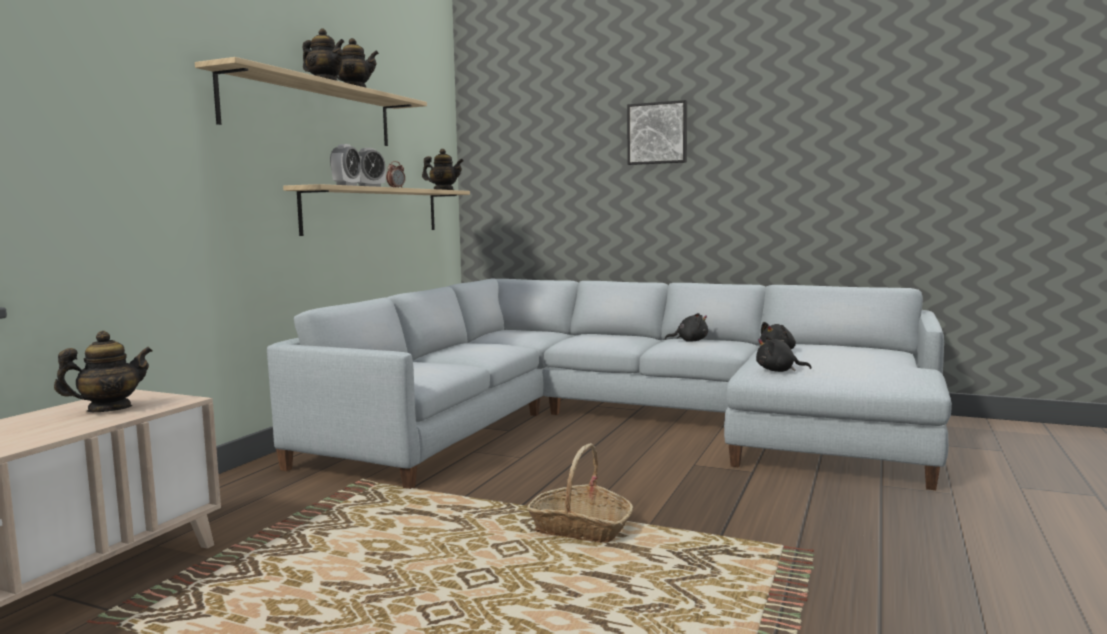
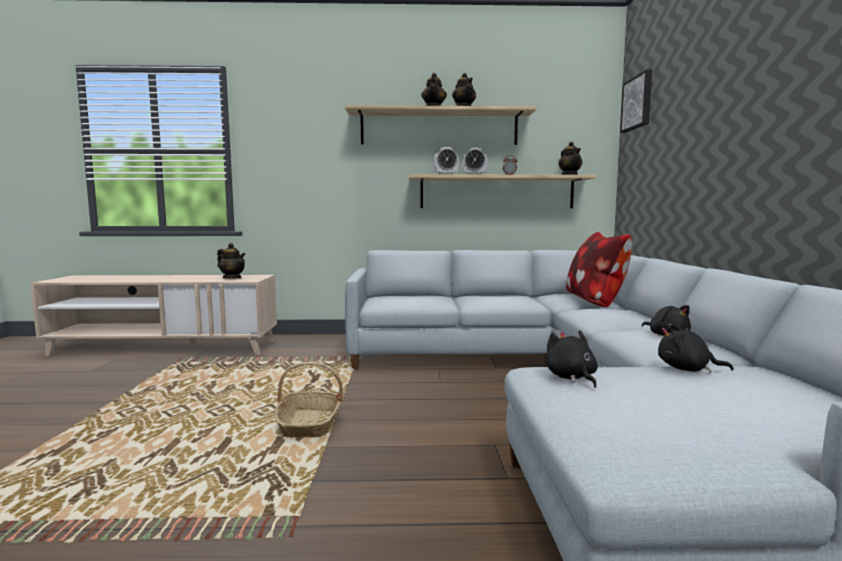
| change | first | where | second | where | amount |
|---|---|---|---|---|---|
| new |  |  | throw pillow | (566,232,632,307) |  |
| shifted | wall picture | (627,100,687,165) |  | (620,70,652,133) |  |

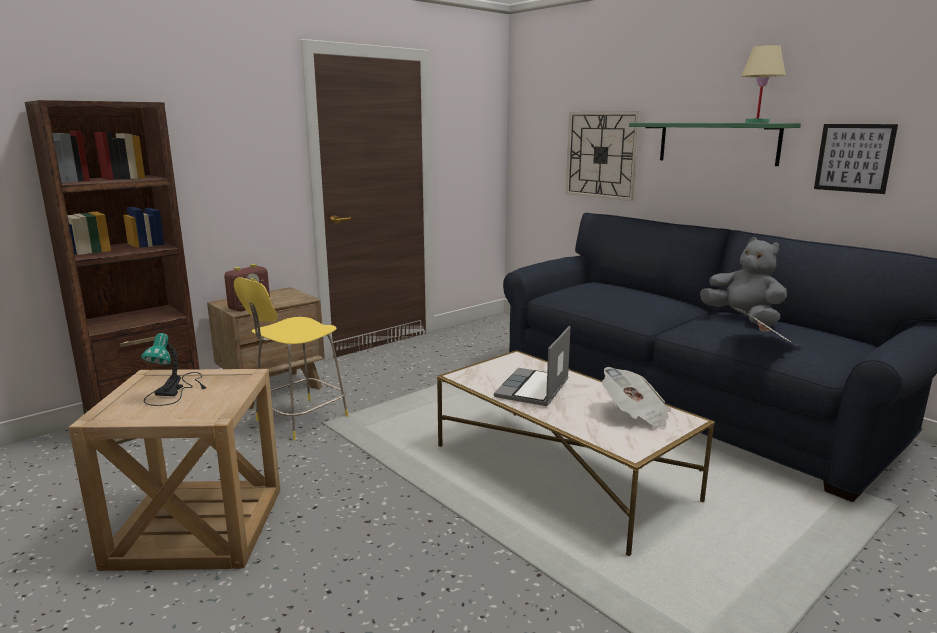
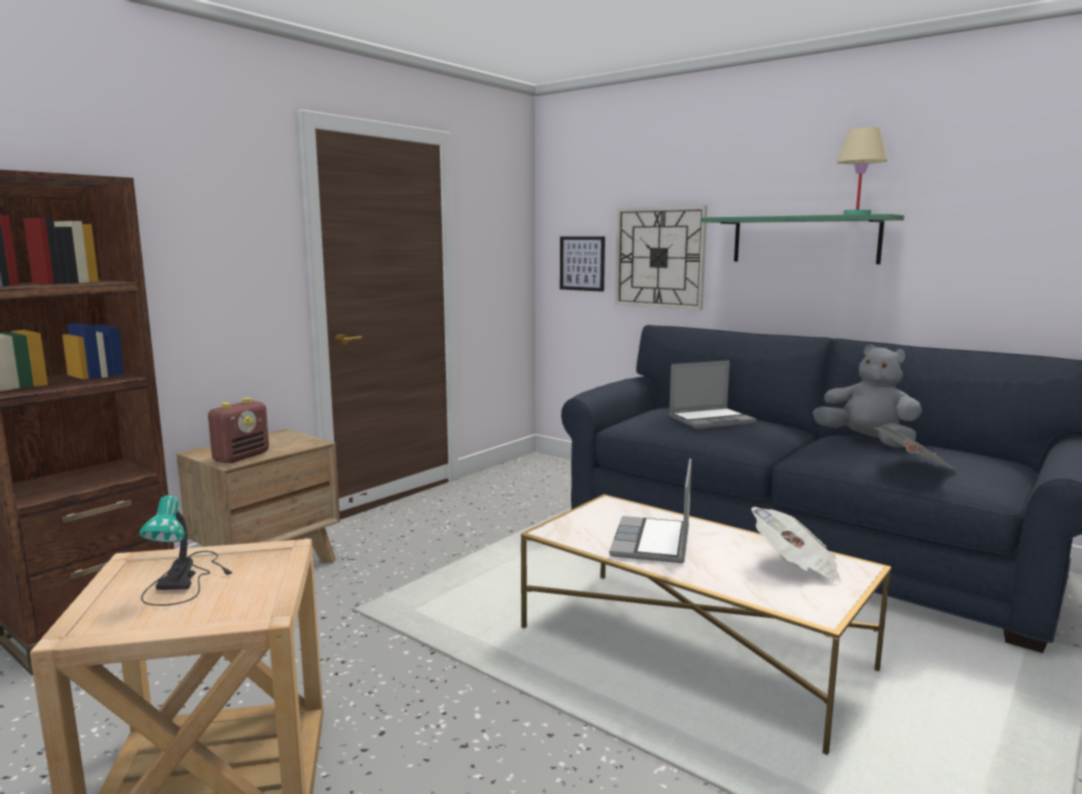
| change | first | where | second | where | amount |
|---|---|---|---|---|---|
| shifted | wall picture | (814,124,898,194) |  | (560,236,605,292) |  |
| new |  |  | portable computer | (669,360,756,429) |  |
| gone | yellowish stool | (234,277,348,440) |  |  |  |

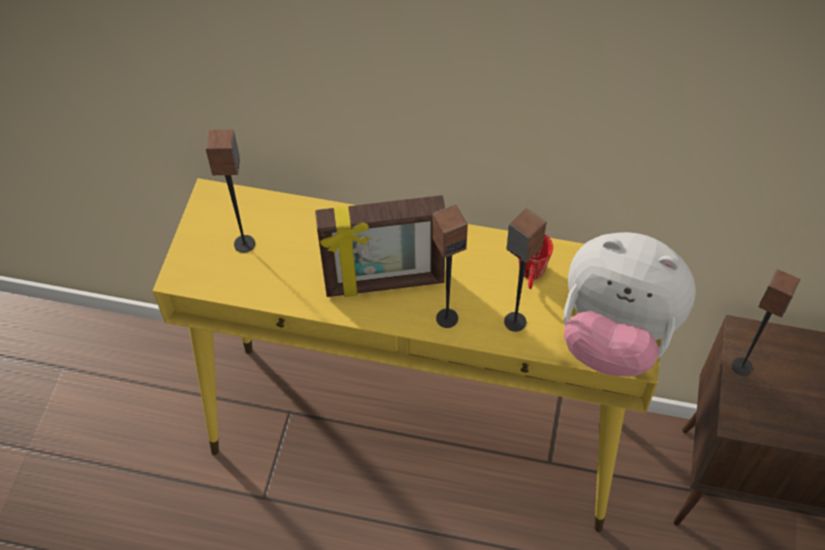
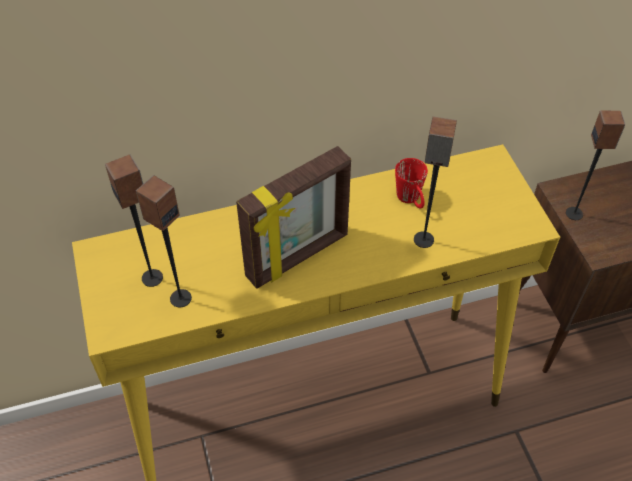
| change | first | where | second | where | amount |
|---|---|---|---|---|---|
| shifted | audio speaker | (432,204,468,328) |  | (136,175,192,308) |  |
| gone | plush toy | (564,232,696,377) |  |  |  |

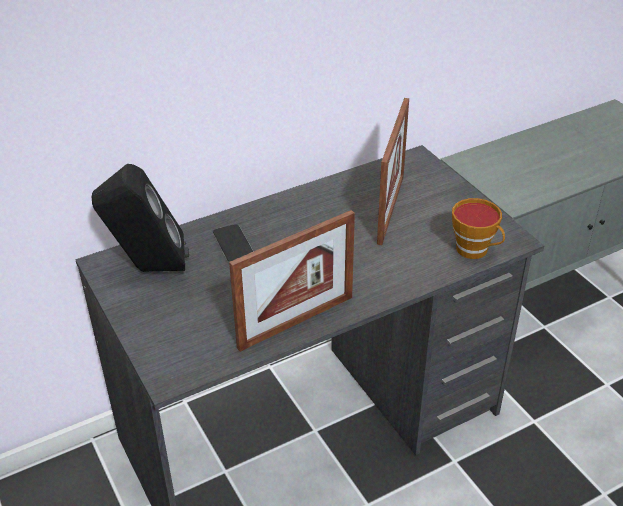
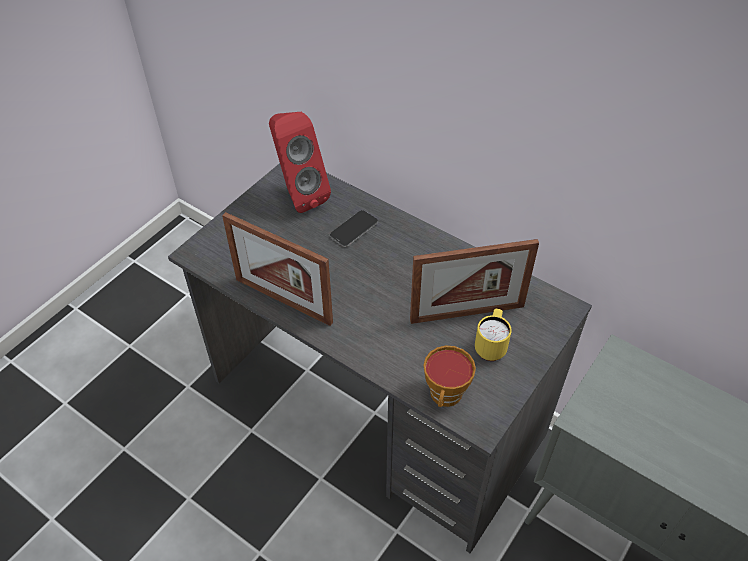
| change | first | where | second | where | amount |
|---|---|---|---|---|---|
| repainted | black-coloured audio speaker | (92,164,189,272) | red audio speaker | (269,112,331,213) |  |
| new |  |  | yellowish coffee mug | (475,309,512,361) |  |

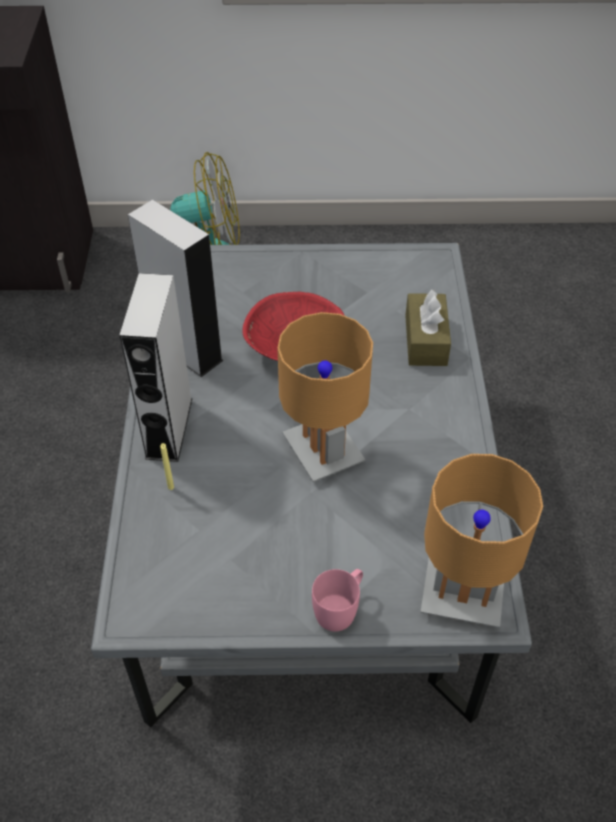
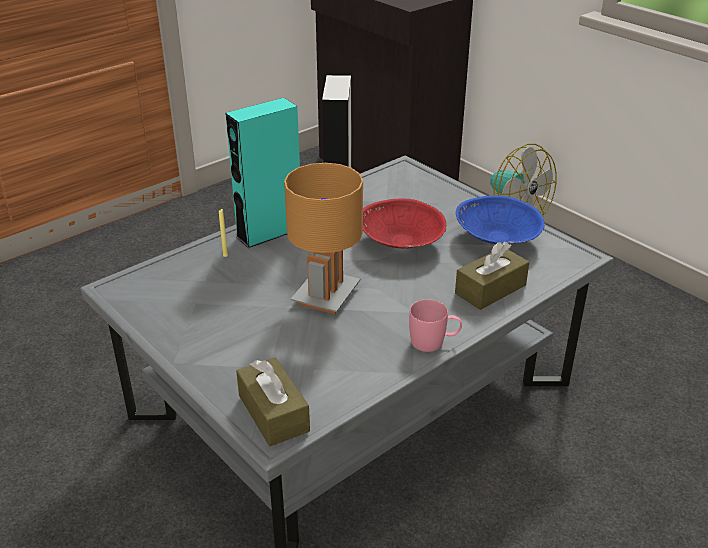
| change | first | where | second | where | amount |
|---|---|---|---|---|---|
| repainted | grey audio speaker | (119,273,192,462) | blue-green audio speaker | (226,98,300,248) |  |
| swapped | brown-coloured table lamp | (420,454,543,628) | brown-coloured tissue box | (236,357,310,446) |  |
| shifted | pinkish coffee mug | (312,569,363,632) |  | (409,300,462,352) |  |
| new |  |  | bluish serving bowl | (456,195,545,244) |  |

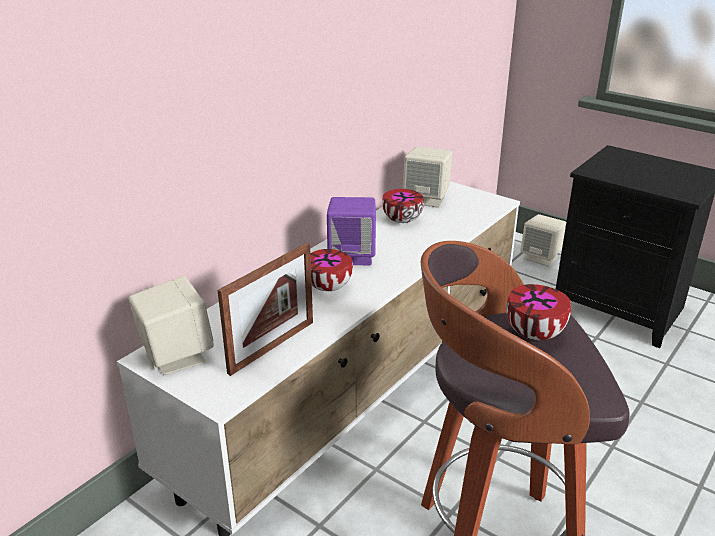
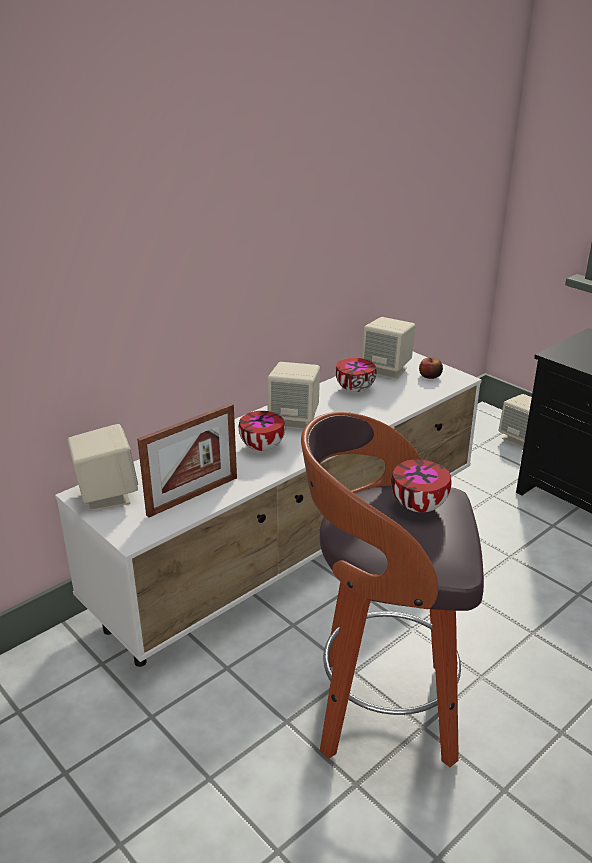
| change | first | where | second | where | amount |
|---|---|---|---|---|---|
| repainted | purple audio speaker | (327,197,376,265) | beige audio speaker | (267,362,320,430) |  |
| new |  |  | whole apple | (419,357,443,379) |  |

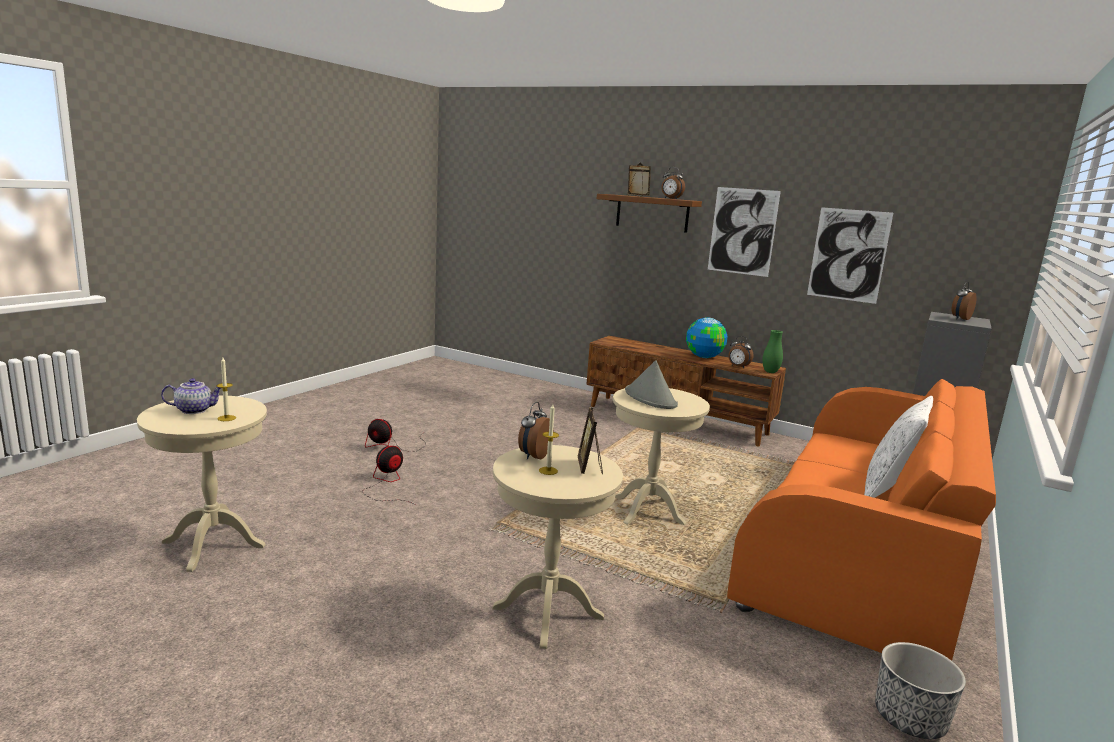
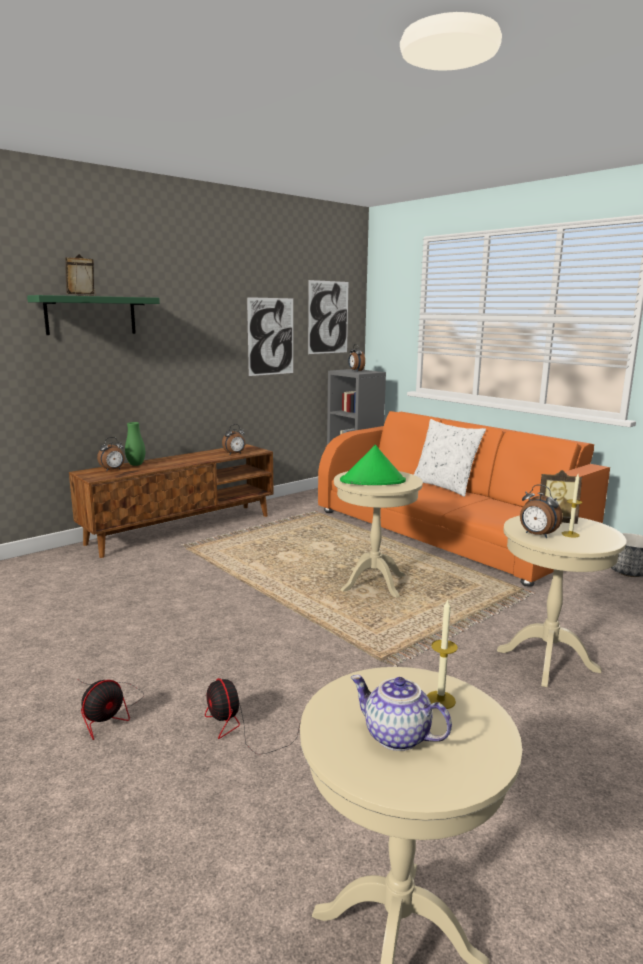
| change | first | where | second | where | amount |
|---|---|---|---|---|---|
| repainted | brown-coloured bracket shelf | (597,194,702,233) | green-coloured bracket shelf | (27,295,160,335) |  |
| shifted | alarm clock | (662,167,685,199) |  | (97,437,124,471) |  |
| shifted | green-coloured flower vase | (762,330,783,373) |  | (125,422,145,466) |  |
| shifted | wall picture | (708,187,781,277) |  | (308,280,348,354) |  |
| repainted | grey clothing hat | (625,360,678,409) | green-coloured clothing hat | (340,445,406,485) |  |
| rotated | pot for tea | (161,378,221,414) |  | (351,675,452,751) | 60 degrees counterclockwise |
| gone | desk globe | (686,317,728,358) |  |  |  |

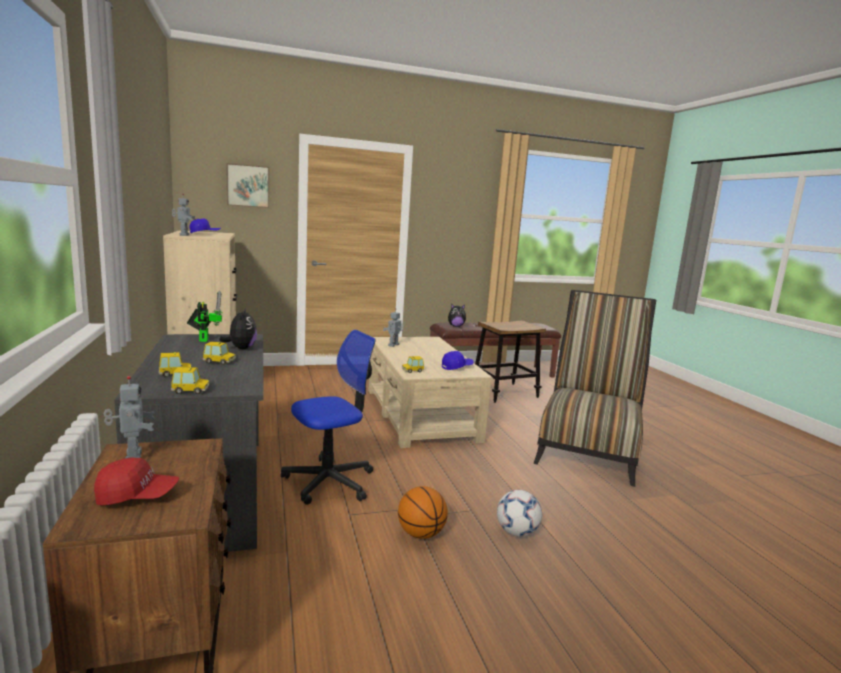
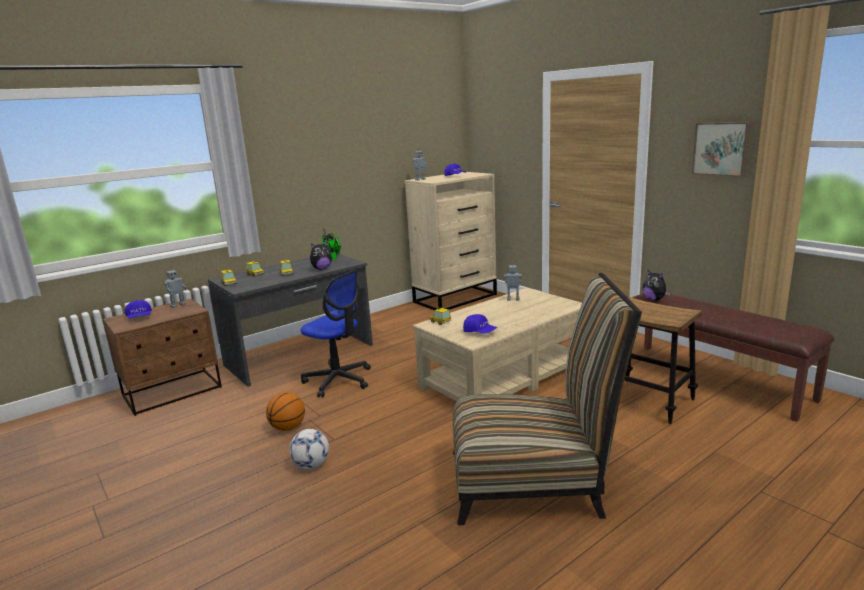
| change | first | where | second | where | amount |
|---|---|---|---|---|---|
| repainted | red peaked cap | (94,457,179,505) | bluish peaked cap | (125,300,152,319) |  |
| shifted | wall picture | (226,163,269,208) |  | (692,122,751,177) |  |

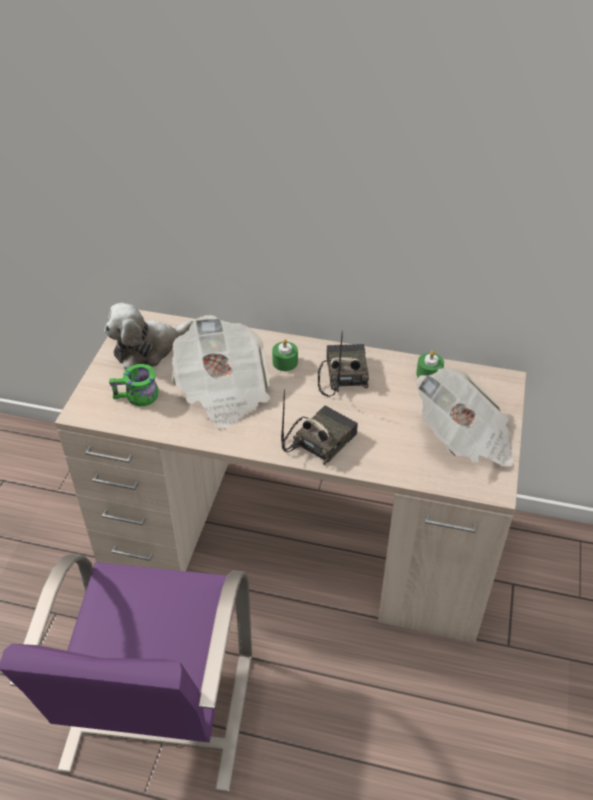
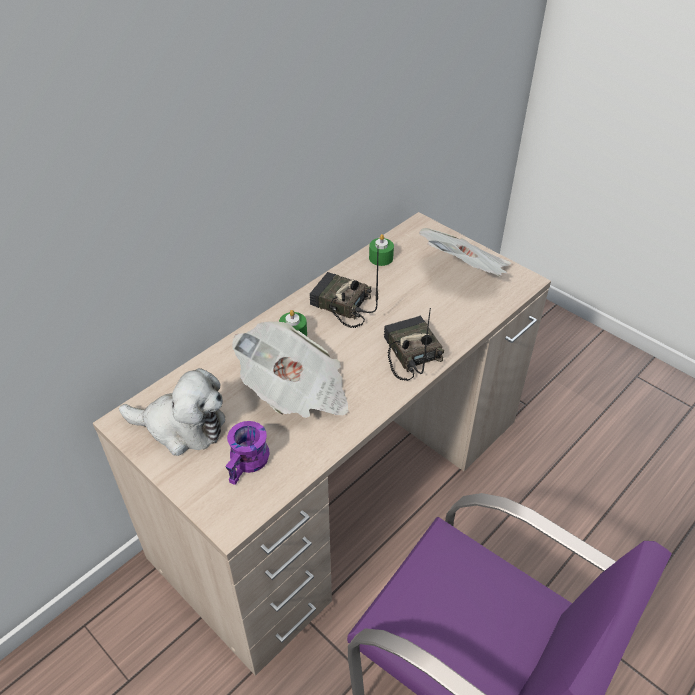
| change | first | where | second | where | amount |
|---|---|---|---|---|---|
| rotated | plush toy | (105,303,193,369) |  | (119,368,225,456) | 75 degrees counterclockwise |
| repainted | green-coloured coffee mug | (109,364,159,406) | purple coffee mug | (225,421,270,485) |  |

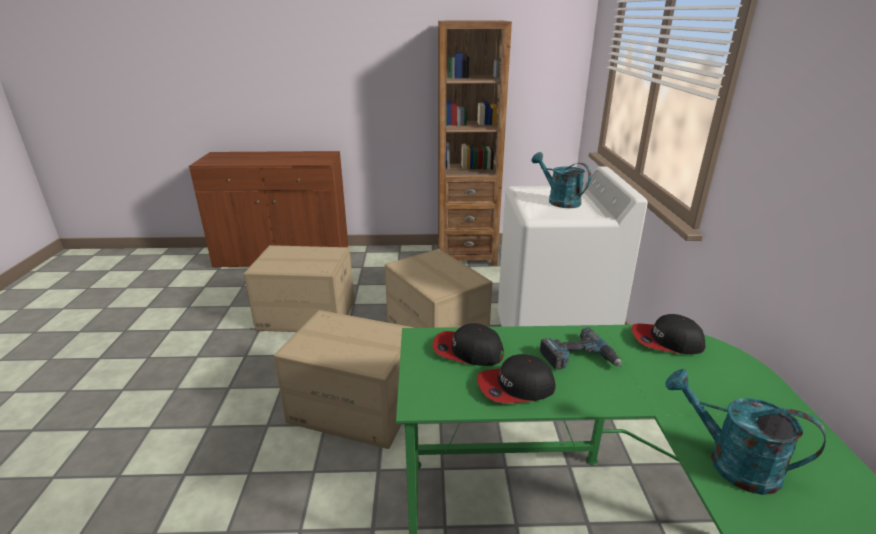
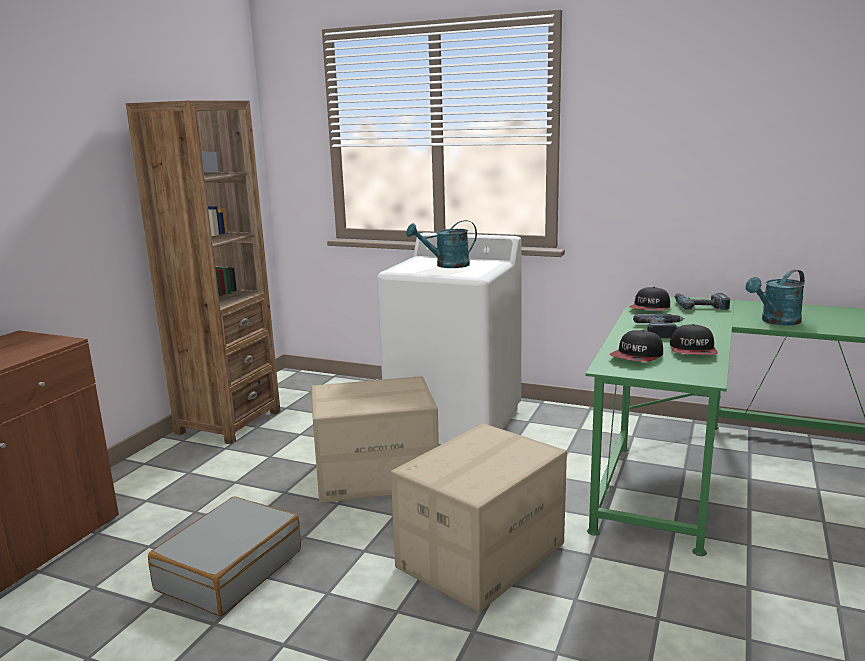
| change | first | where | second | where | amount |
|---|---|---|---|---|---|
| swapped | packing box | (244,245,355,332) | grey travel case | (148,496,301,616) |  |
| new |  |  | power drill | (675,293,730,310) |  |

